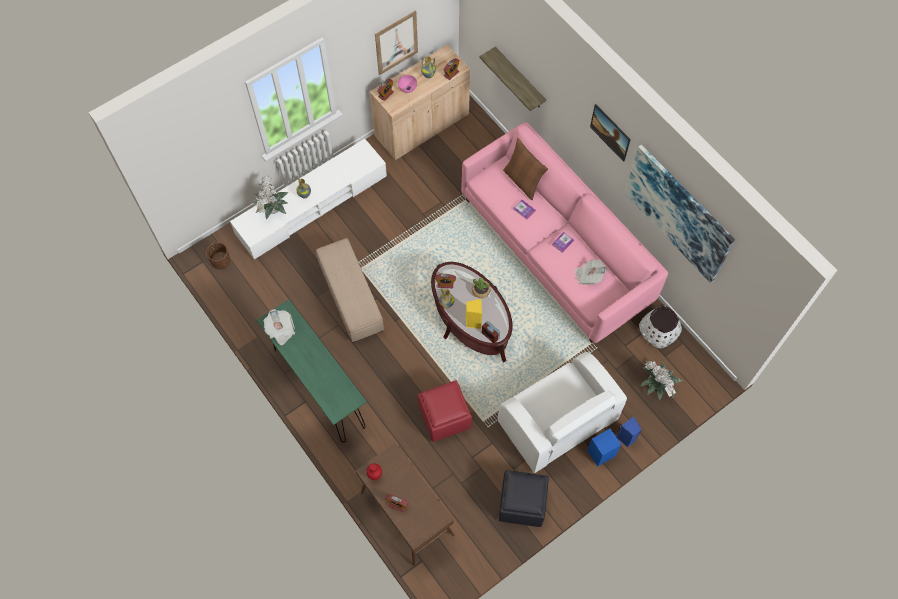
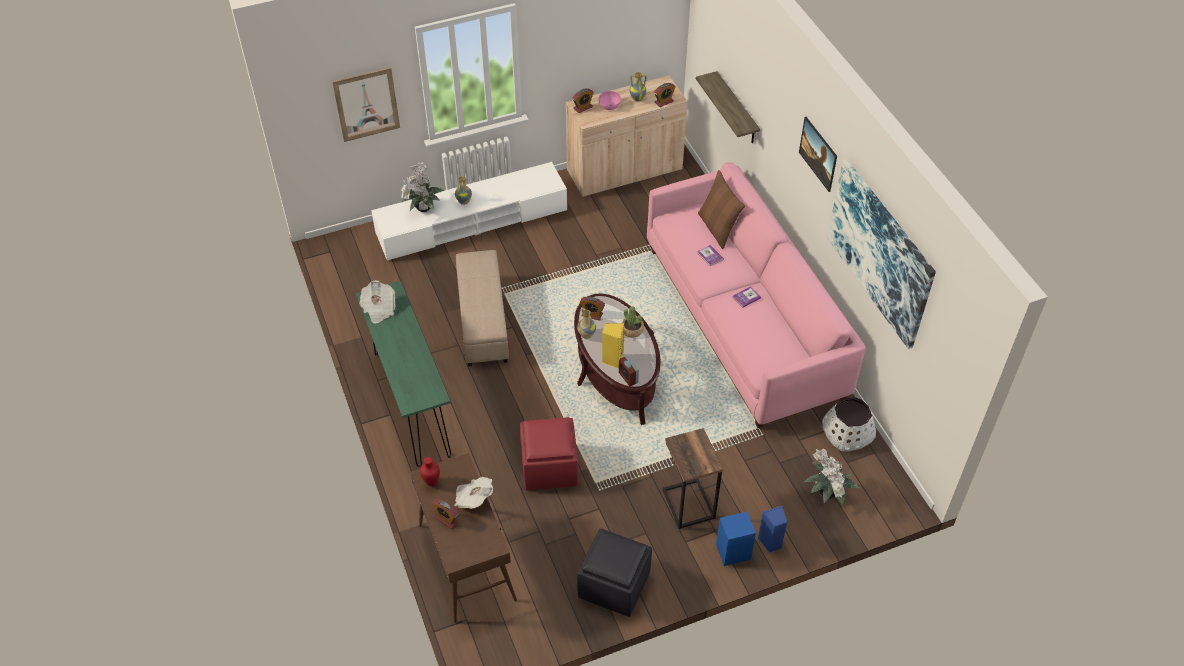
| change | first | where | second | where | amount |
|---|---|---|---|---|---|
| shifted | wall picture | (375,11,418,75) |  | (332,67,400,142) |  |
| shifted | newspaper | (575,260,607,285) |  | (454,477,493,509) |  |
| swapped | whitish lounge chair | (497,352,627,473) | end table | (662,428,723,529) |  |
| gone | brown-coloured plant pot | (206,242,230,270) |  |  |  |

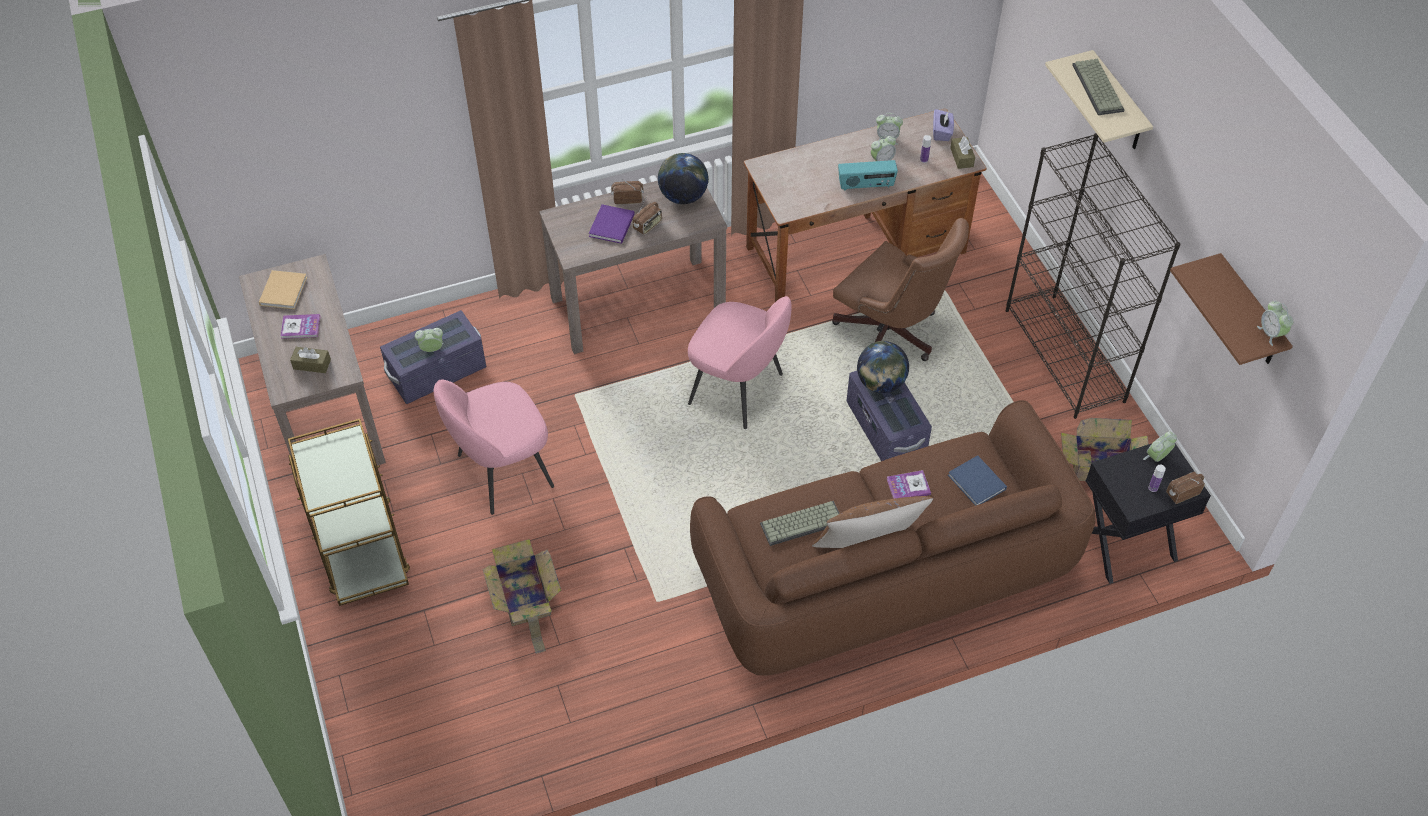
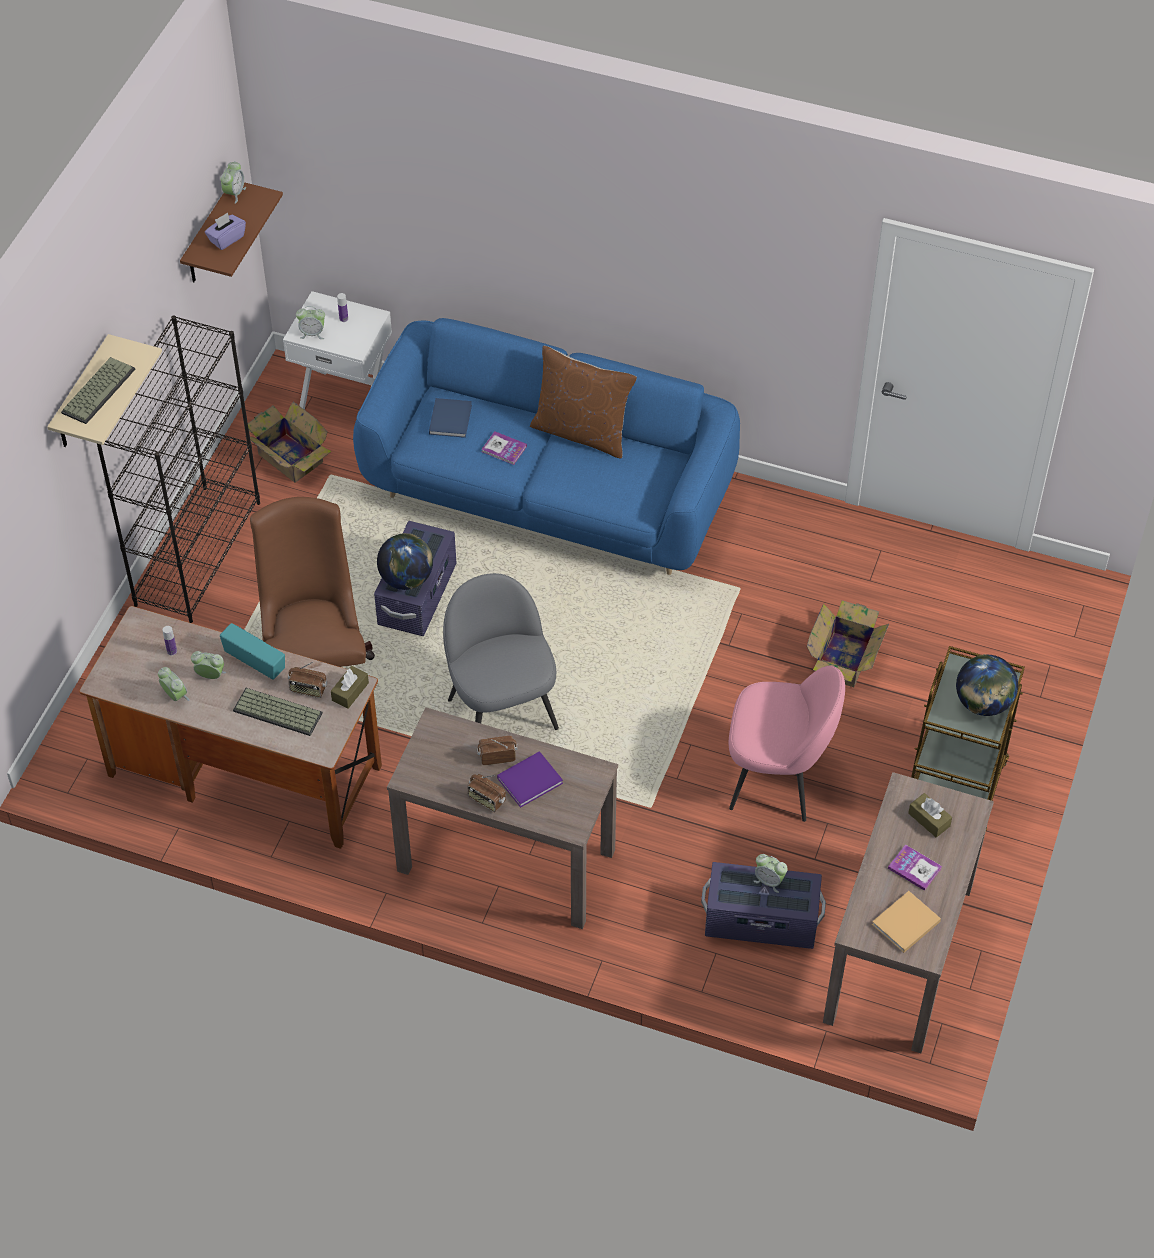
| change | first | where | second | where | amount |
|---|---|---|---|---|---|
| shifted | purple tissue box | (933,109,954,141) |  | (205,213,246,250) |  |
| shifted | PC keyboard | (760,501,840,546) |  | (233,688,323,736) |  |
| repainted | black-coloured end table | (1086,443,1211,584) | whitish end table | (283,291,392,410) |  |
| shifted | radio receiver | (1166,472,1205,504) |  | (288,662,327,698) |  |
| shifted | brown-coloured tissue box | (950,136,975,169) |  | (331,666,369,709) |  |
| repainted | brown-coloured couch | (690,400,1096,676) | bluish couch | (353,318,740,575) |  |
| repainted | pinkish chair | (688,296,792,429) | grey chair | (443,573,559,730) |  |
| shifted | desk globe | (658,153,709,204) |  | (956,654,1018,716) |  |

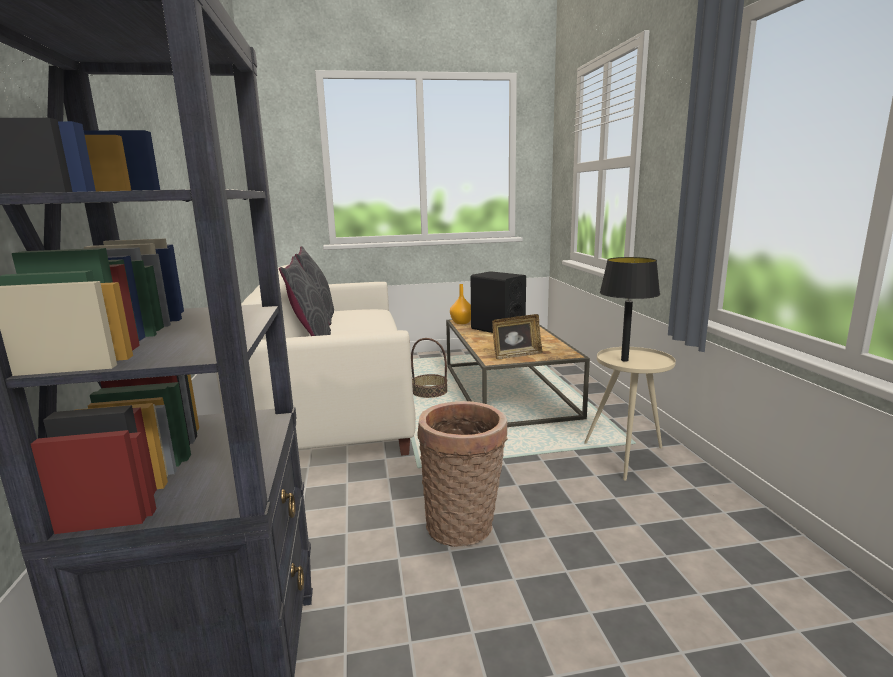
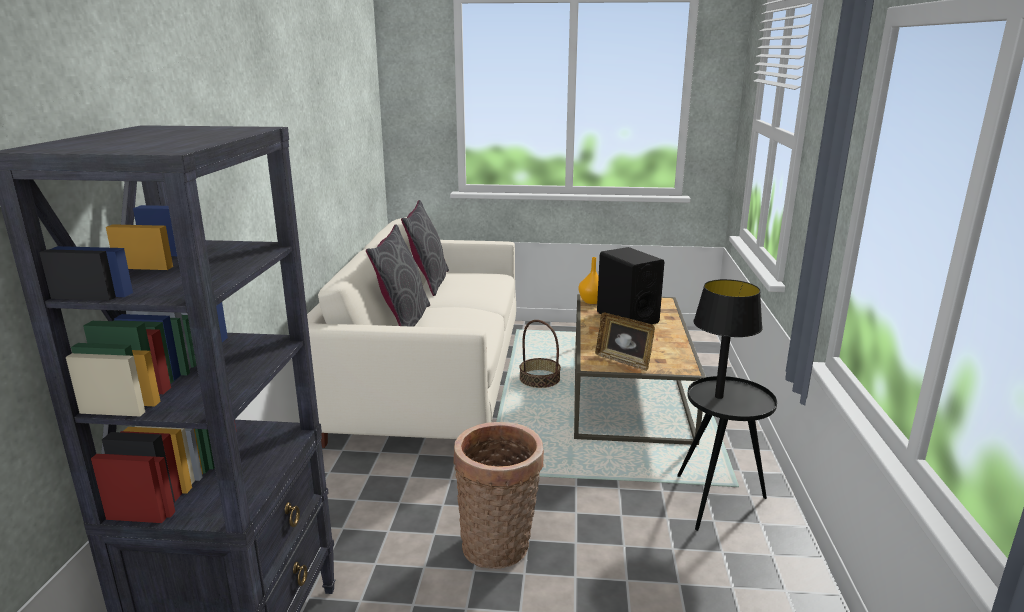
| change | first | where | second | where | amount |
|---|---|---|---|---|---|
| rotated | standing frame | (492,314,543,359) |  | (595,313,655,371) | 45 degrees clockwise |
| repainted | beige end table | (584,347,676,481) | black-coloured end table | (677,376,777,531) |  |

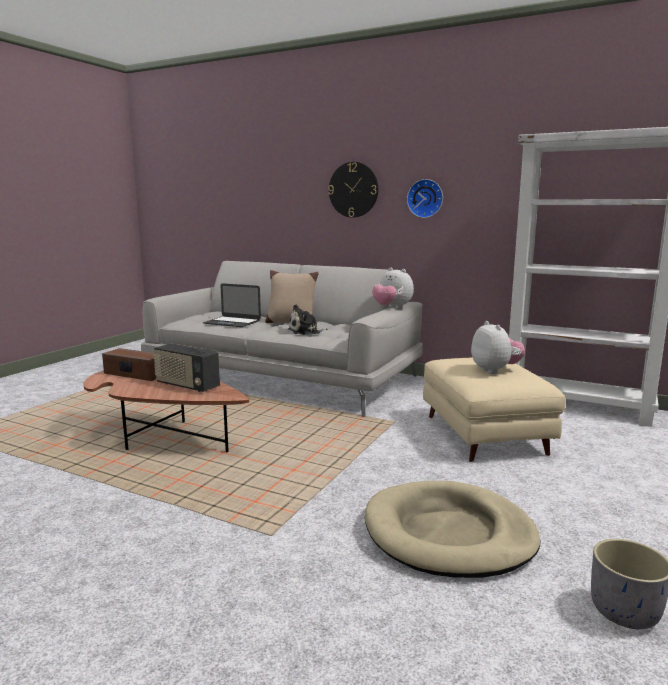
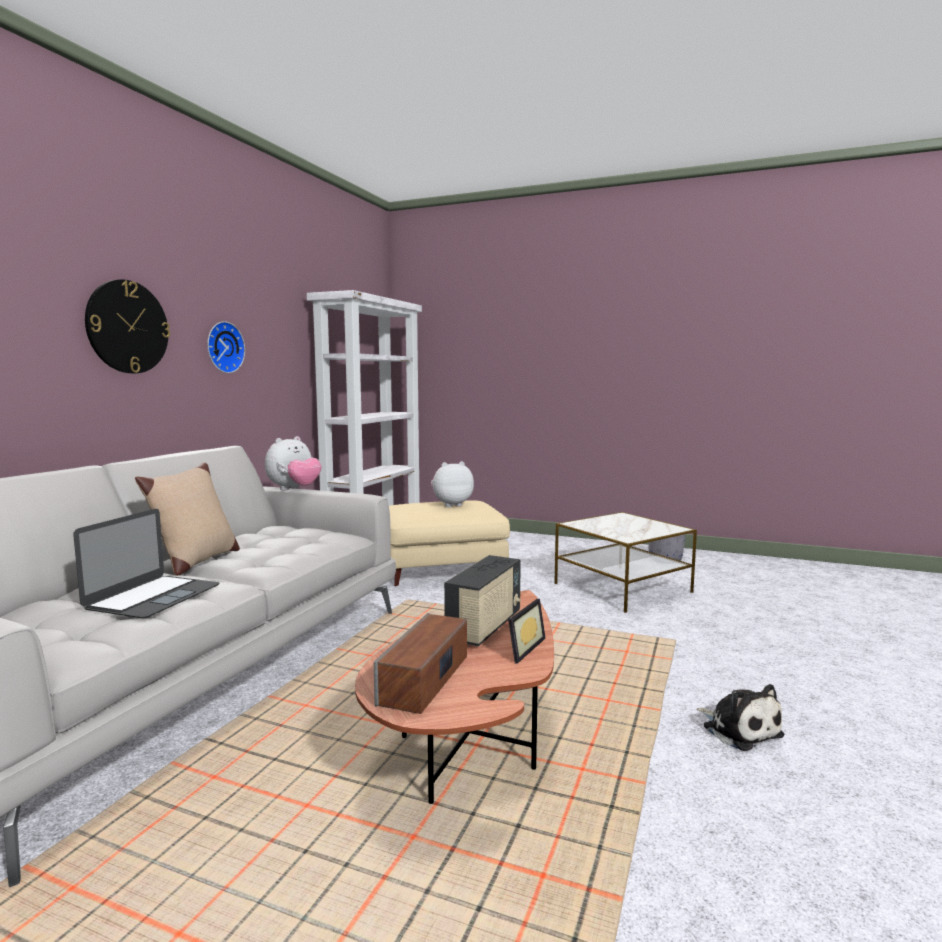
| change | first | where | second | where | amount |
|---|---|---|---|---|---|
| new |  |  | standing frame | (508,599,546,664) |  |
| swapped | beige pet bed | (365,481,540,578) | end table | (554,512,697,613) |  |
| shifted | plush toy | (288,305,327,335) |  | (697,684,784,751) |  |

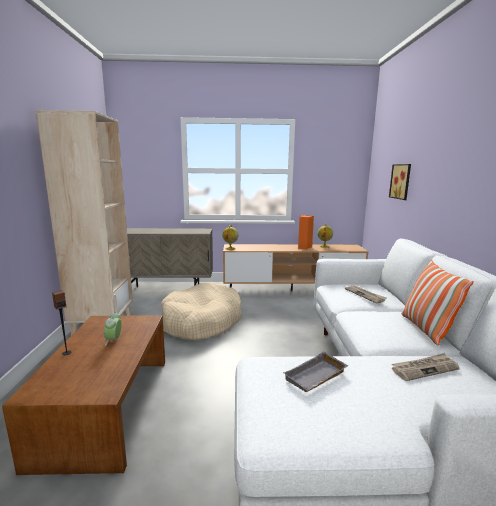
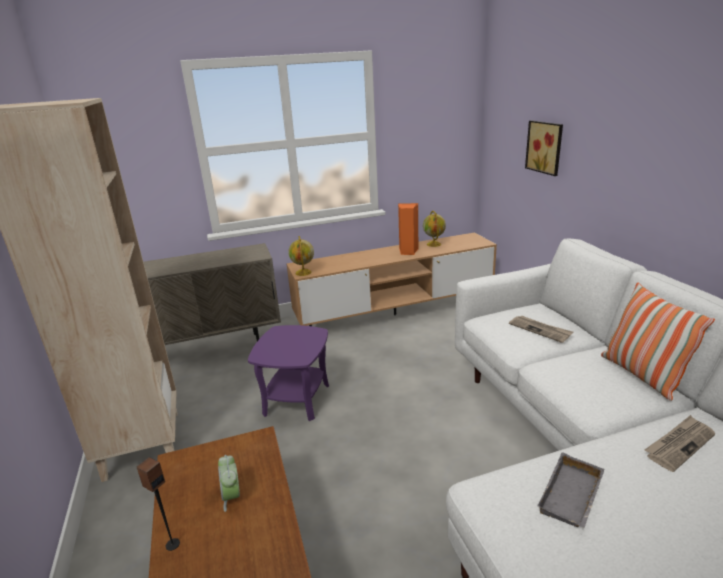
| change | first | where | second | where | amount |
|---|---|---|---|---|---|
| swapped | beige pet bed | (161,282,242,340) | purple end table | (248,325,329,421) |  |

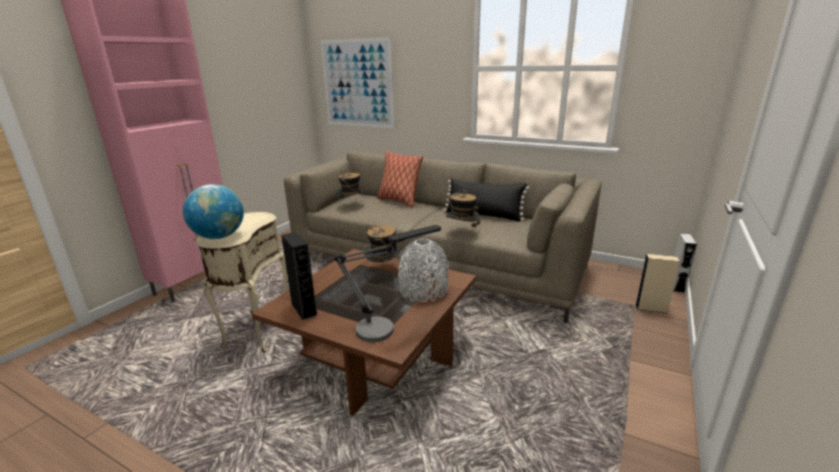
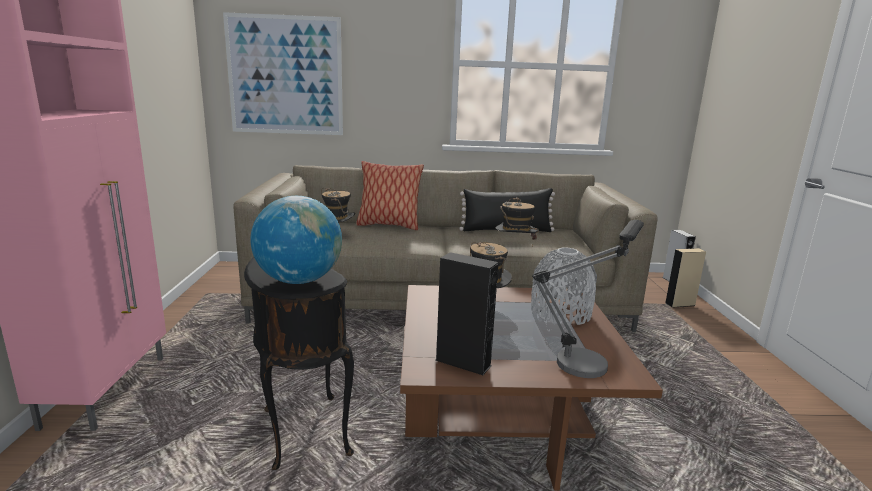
| change | first | where | second | where | amount |
|---|---|---|---|---|---|
| repainted | beige end table | (196,212,287,353) | black-coloured end table | (244,257,354,470) |  |

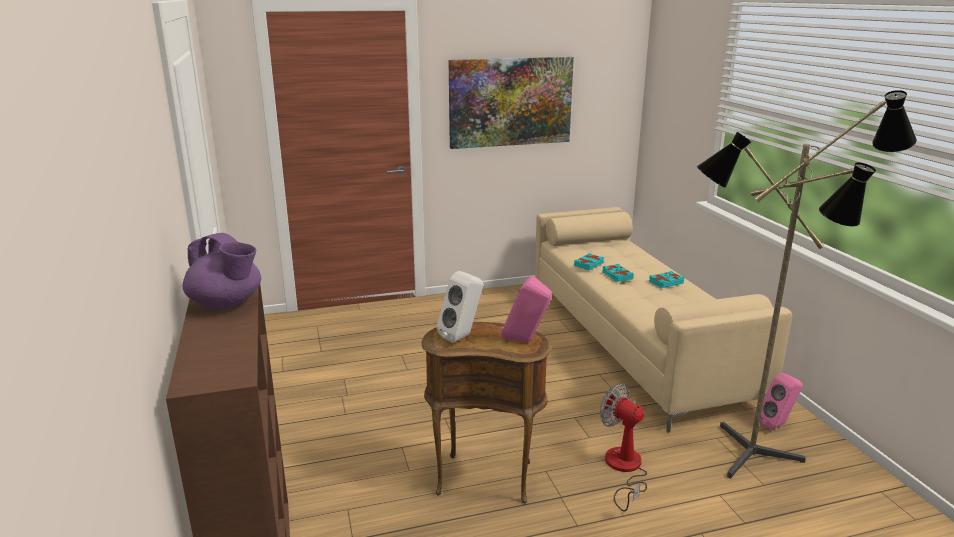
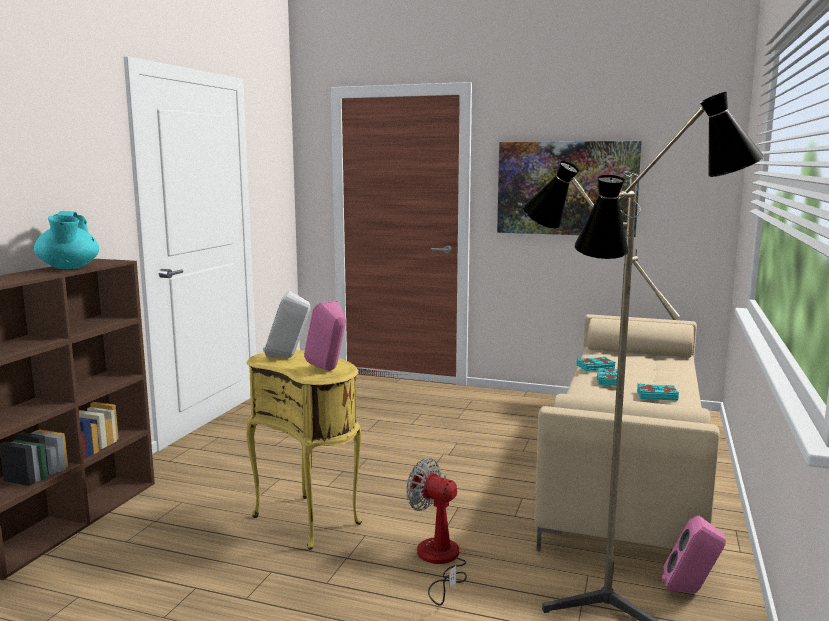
| change | first | where | second | where | amount |
|---|---|---|---|---|---|
| repainted | purple pot for tea | (183,233,261,309) | blue-green pot for tea | (34,211,99,269) |  |
| repainted | brown-coloured end table | (421,322,551,503) | yellowish end table | (246,350,362,549) |  |
| rotated | electric fan | (599,384,647,512) |  | (406,458,467,606) | 45 degrees counterclockwise |

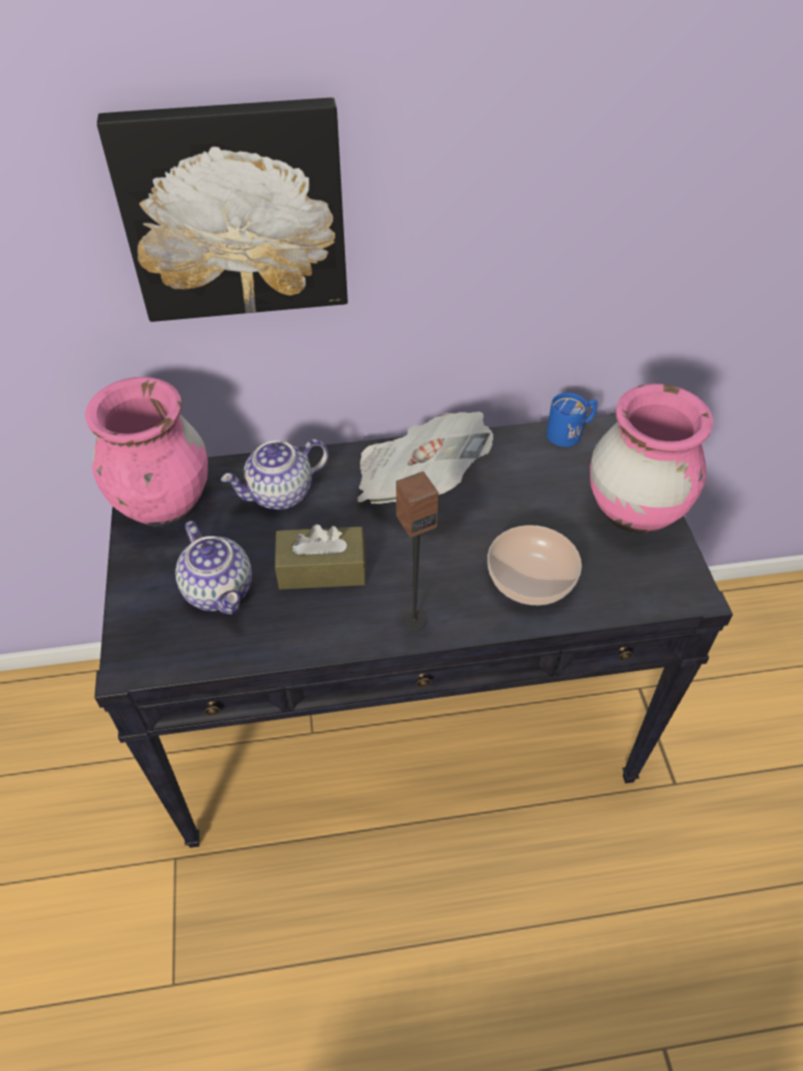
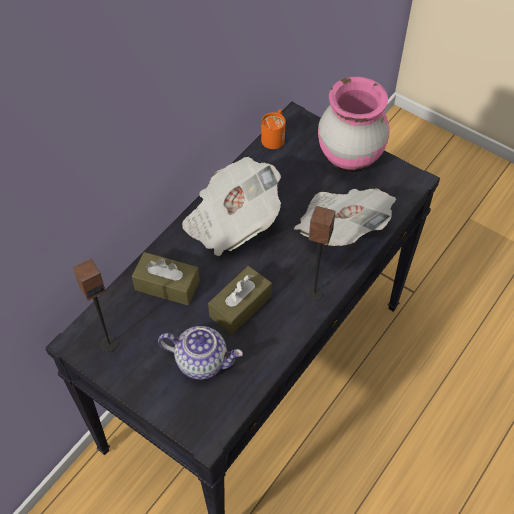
| change | first | where | second | where | amount |
|---|---|---|---|---|---|
| swapped | pinkish flower vase | (85,377,208,527) | audio speaker | (73,258,118,352) |  |
| swapped | pot for tea | (221,439,329,510) | brown-coloured tissue box | (132,252,200,305) |  |
| repainted | bluish coffee mug | (546,393,598,447) | orange-coloured coffee mug | (261,109,286,149) |  |
| swapped | serving bowl | (488,525,582,605) | newspaper | (294,188,396,246) |  |
| gone | wall picture | (97,98,348,322) |  |  |  |

